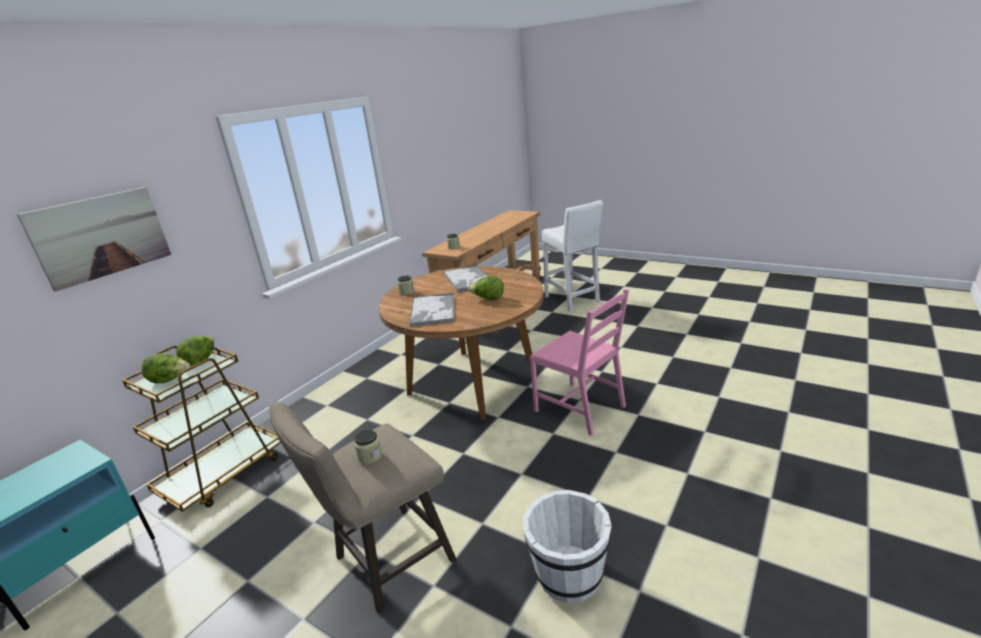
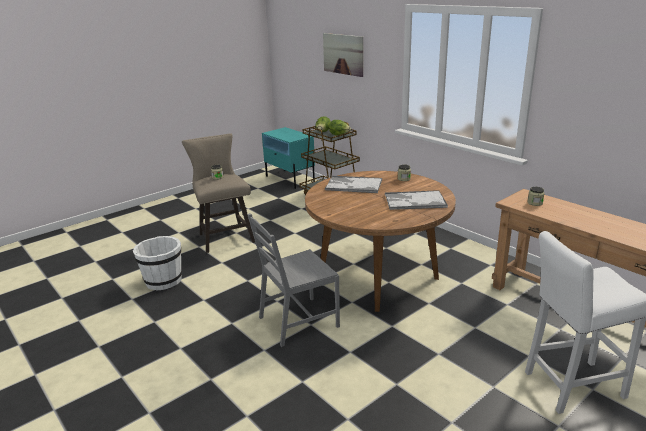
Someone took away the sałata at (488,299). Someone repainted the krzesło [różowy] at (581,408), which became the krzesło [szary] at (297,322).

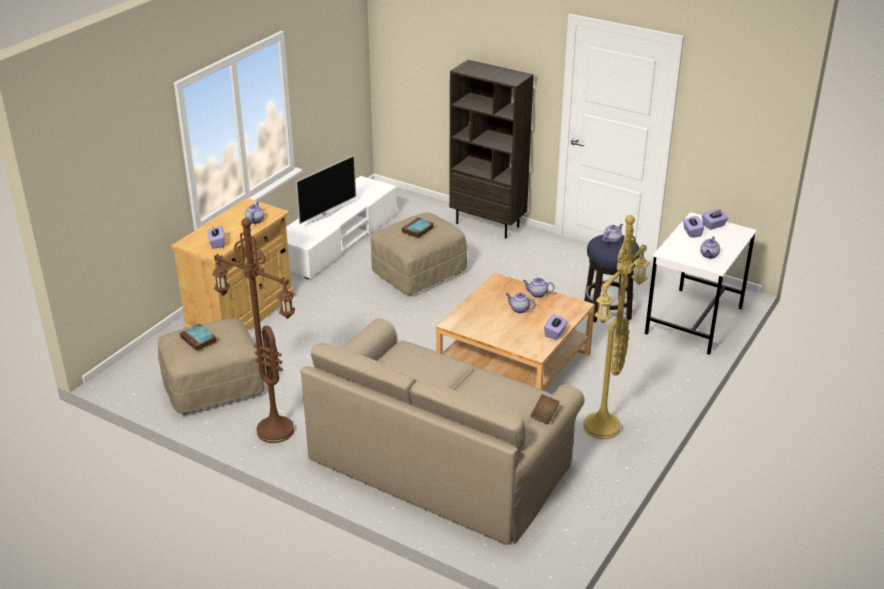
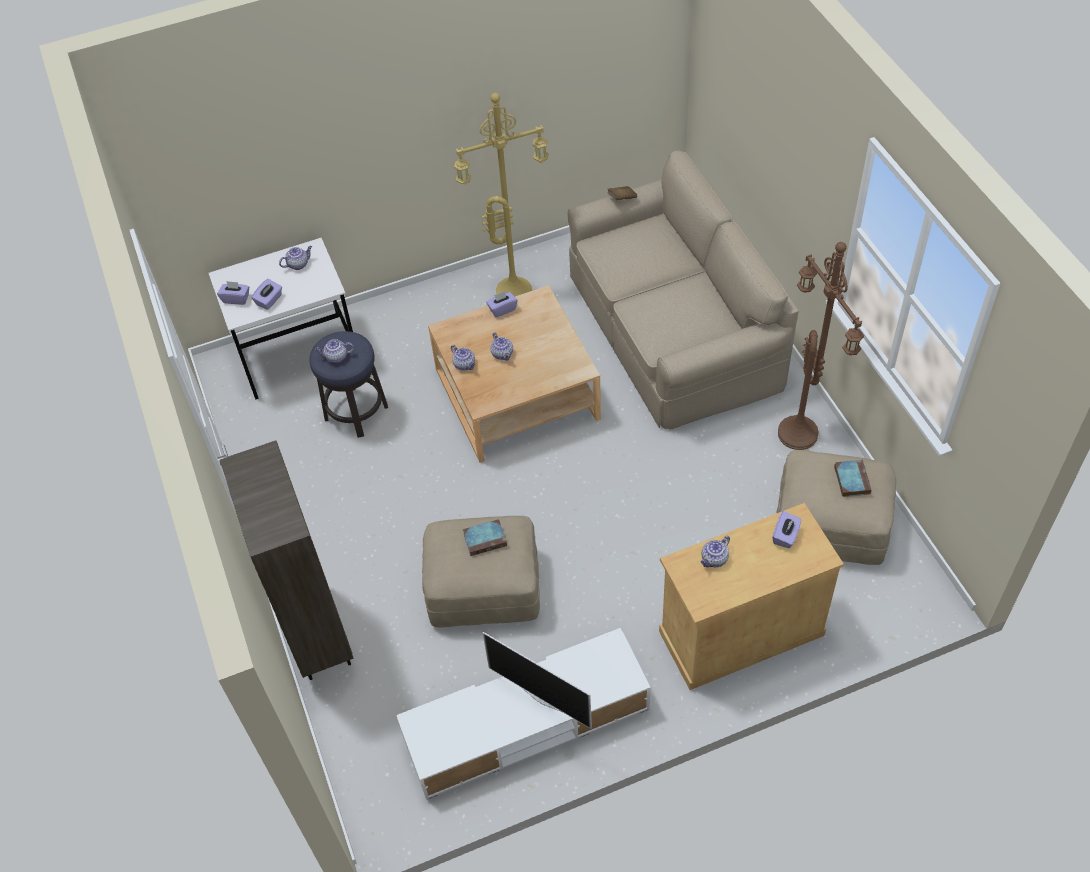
Someone rotated the telewizor at (326,215) by 135 degrees counterclockwise.

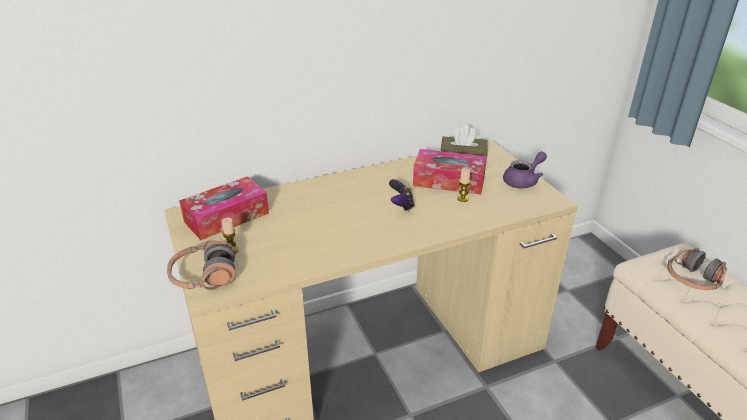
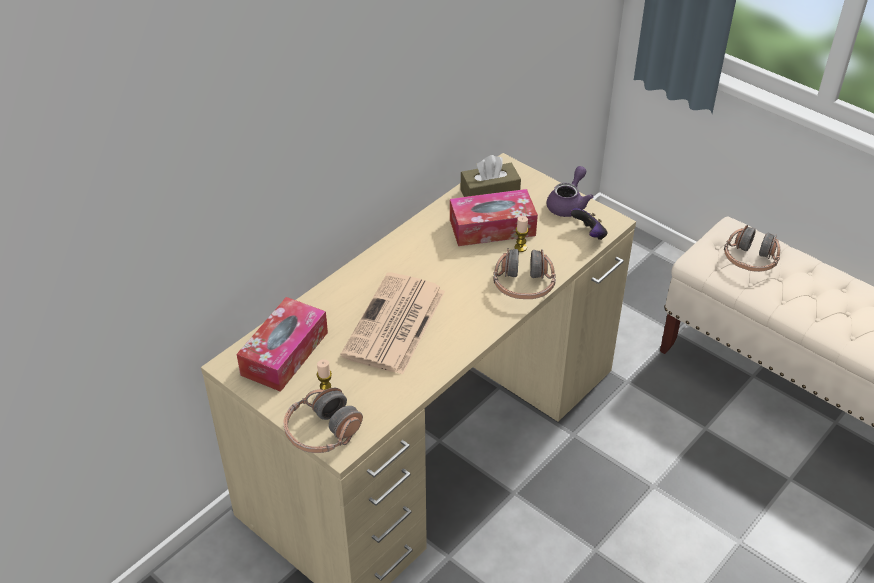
Someone carried the pad do gier from (401,205) to (589,234). Someone put down the słuchawki at (523,285). Someone put down the gazeta at (394,325).

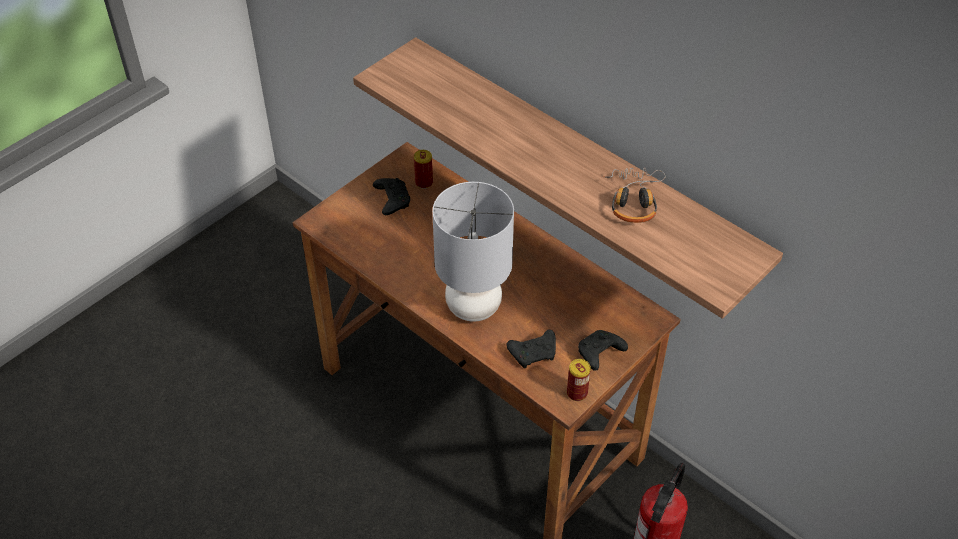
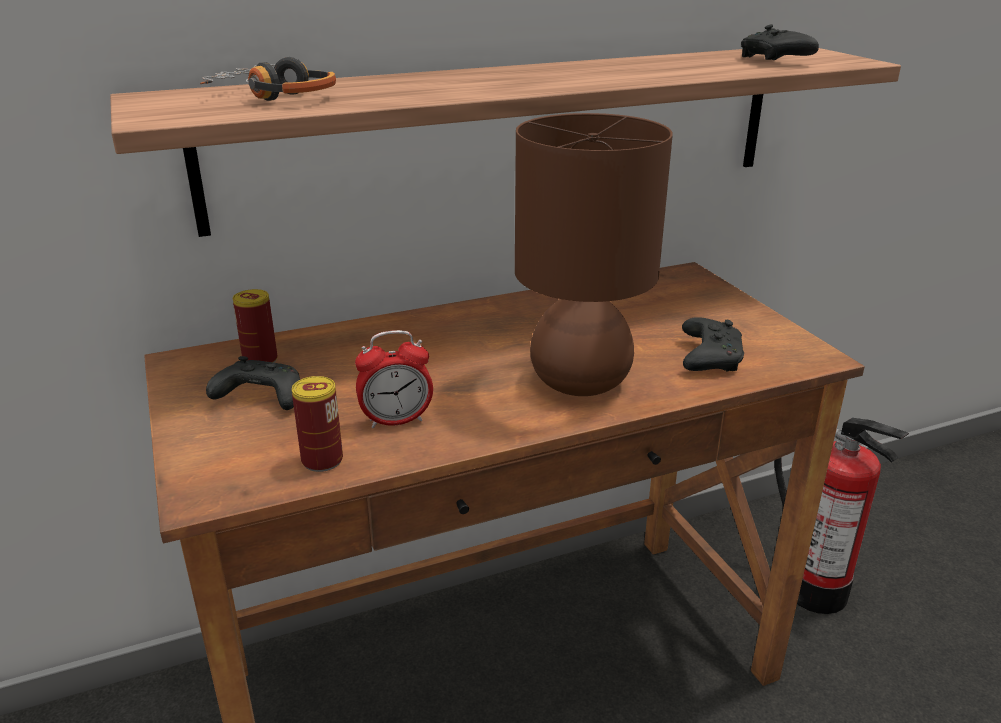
Someone carried the słuchawki from (633,200) to (274,96). Someone repainted the lampa stołowa [szary] at (474,307), which became the lampa stołowa [brązowy] at (581,381). Someone carried the pad do gier [czarny] from (599,354) to (775,60). Someone carried the puszka from (577,393) to (322,460). Someone put down the budzik at (396,420).

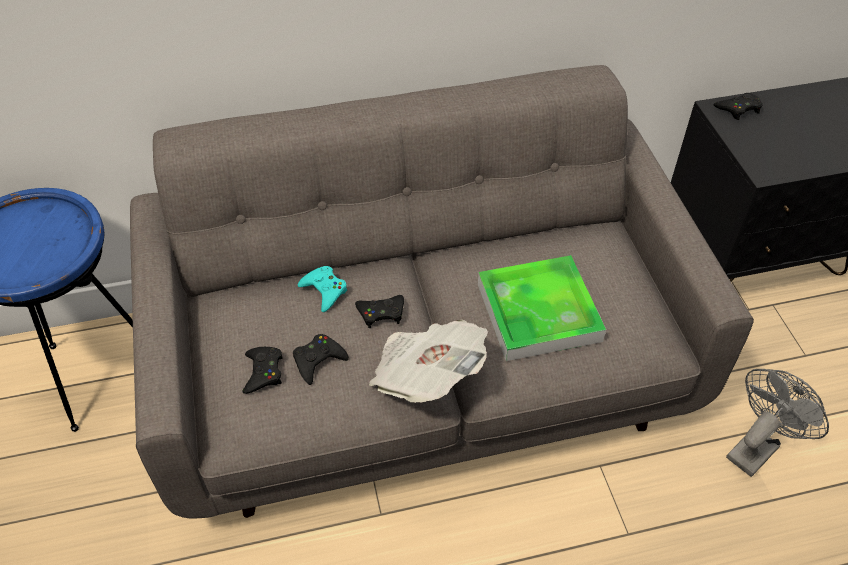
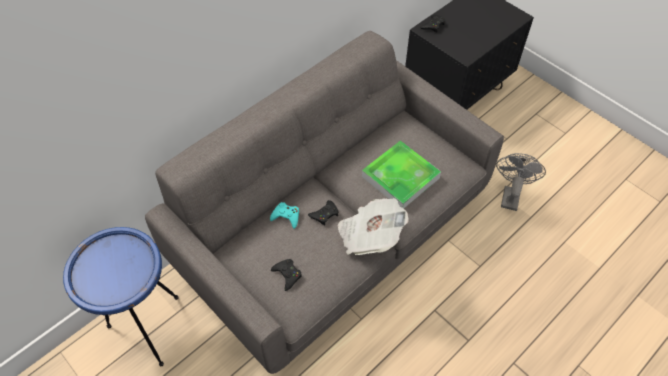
Someone took away the pad do gier [czarny] at (318,361).

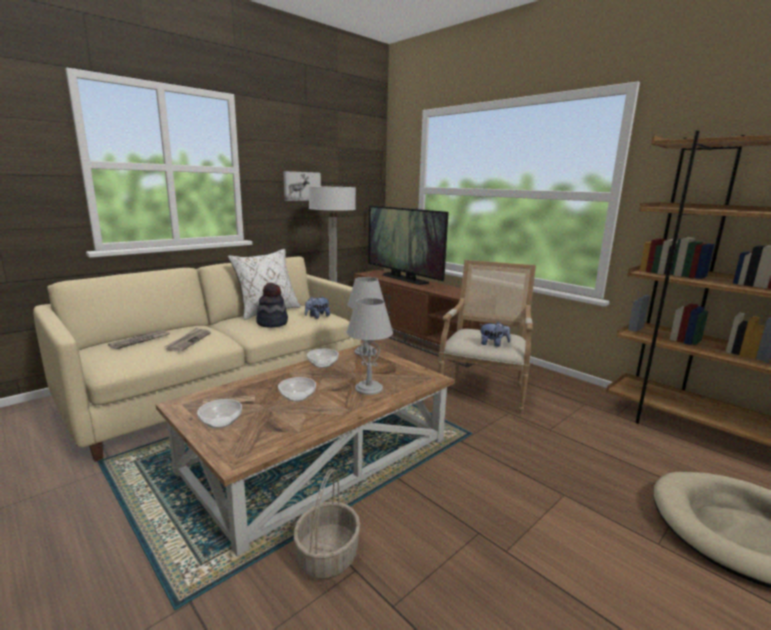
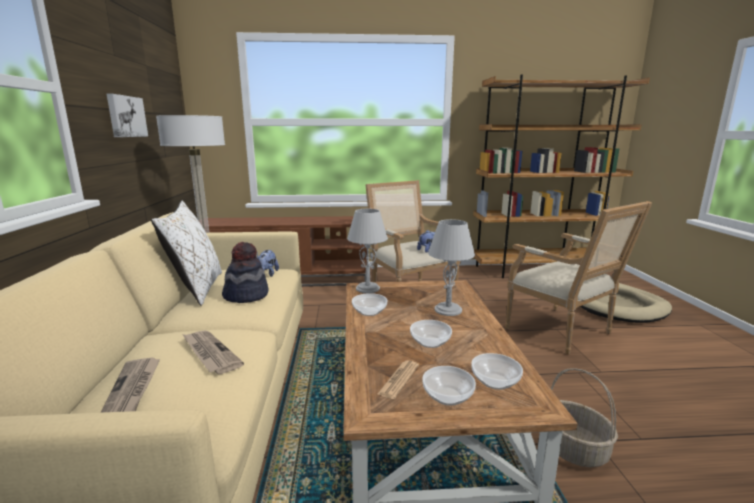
Someone took away the telewizor at (403,279). Someone put down the fotel at (563,332). Someone put down the miska at (494,381).

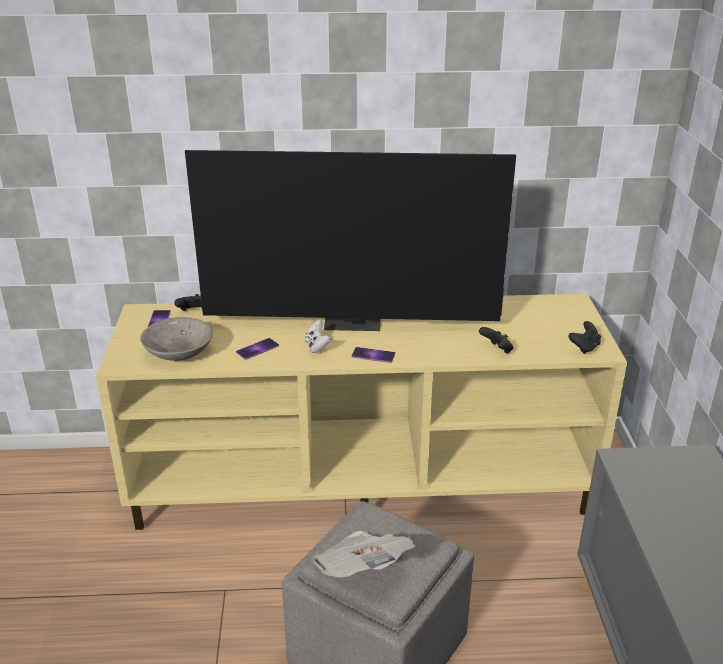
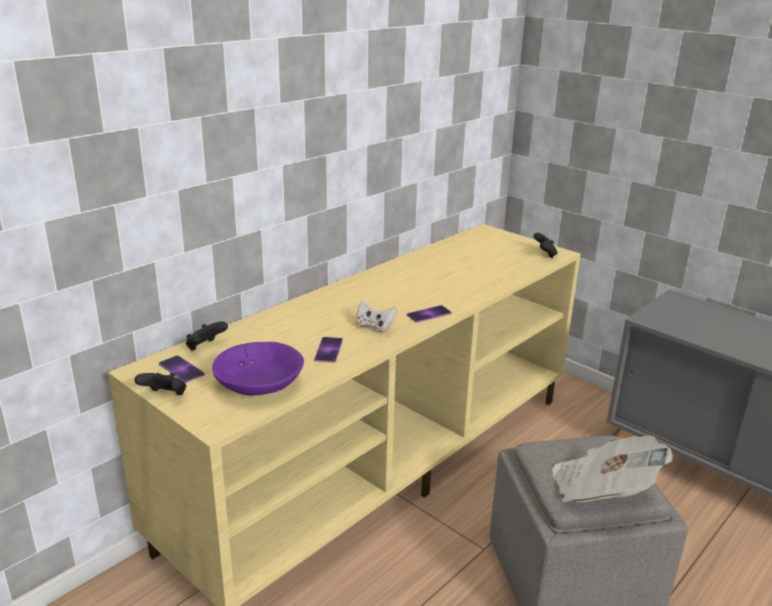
Someone took away the telewizor at (353,321). Someone repainted the miska [szary] at (179,352), which became the miska [fioletowy] at (260,385). Someone carried the pad do gier [czarny] from (496,350) to (165,396).

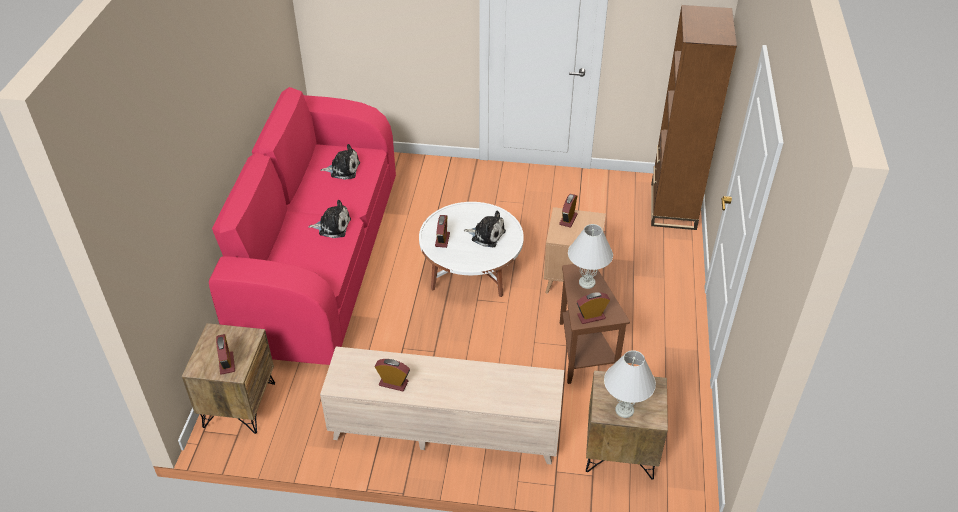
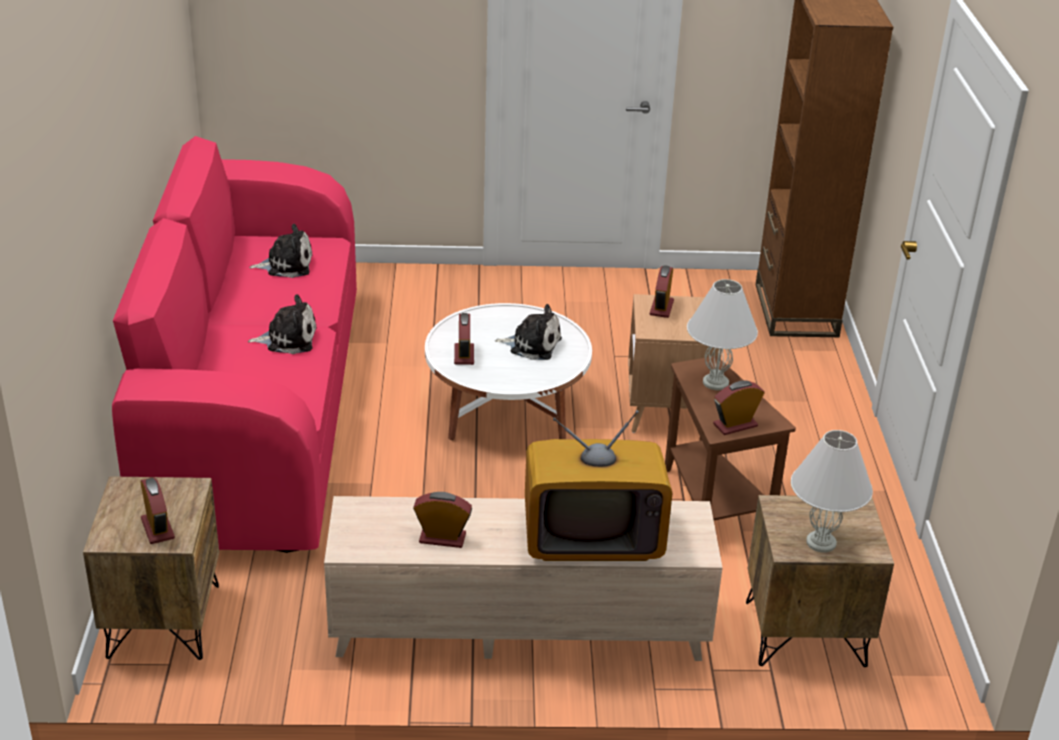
Someone put down the telewizor at (592,536).

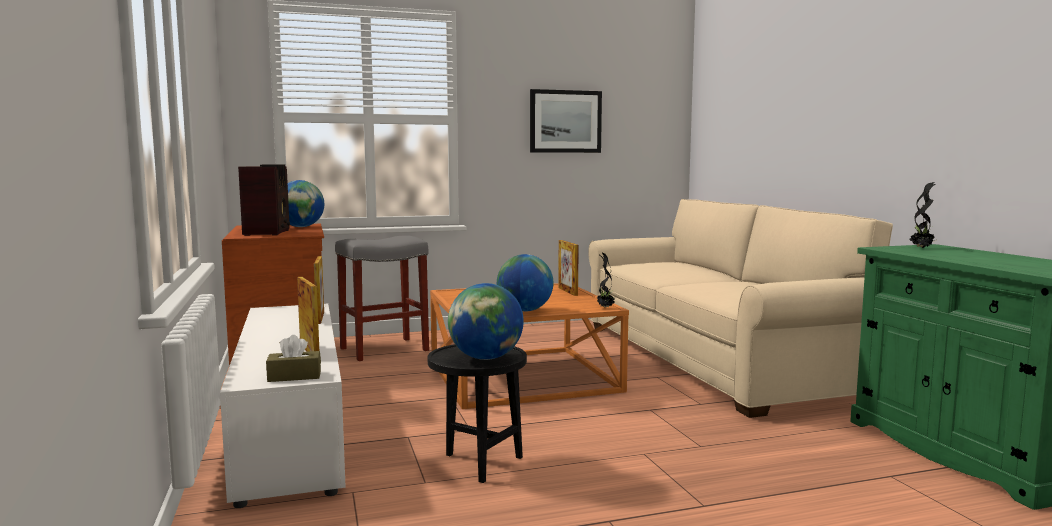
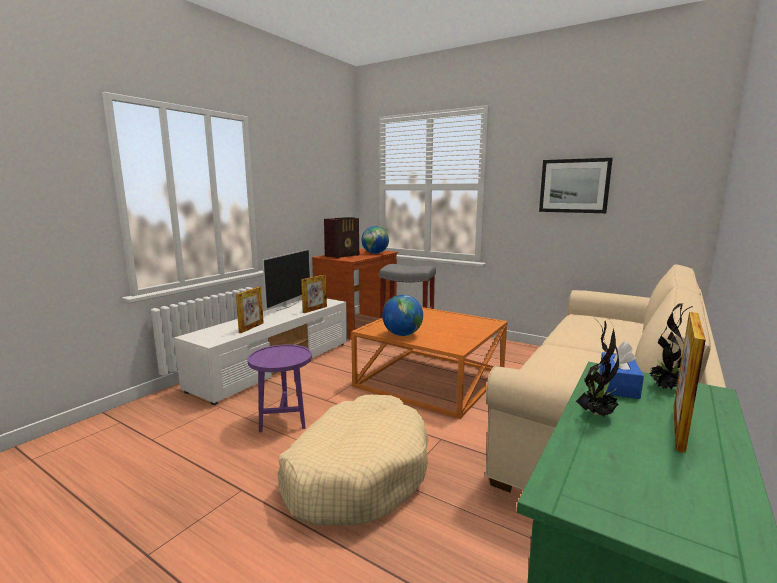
Someone carried the ramka na zdjęcie from (567,291) to (679,427). Someone carried the roślina doniczkowa from (604,308) to (597,414). Someone took away the globus at (486,358). Someone took away the pudełko chusteczek [brązowy] at (294,376). Someone repainted the stolik [czarny] at (478,462), which became the stolik [fioletowy] at (284,420). Someone put down the telewizor at (287,306). Someone put down the pudełko chusteczek [niebieski] at (618,385). Someone put down the legowisko [beżowy] at (356,473).

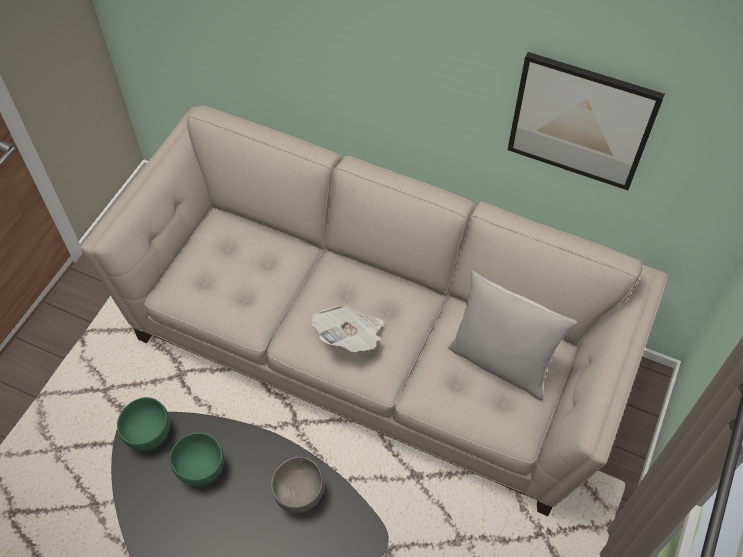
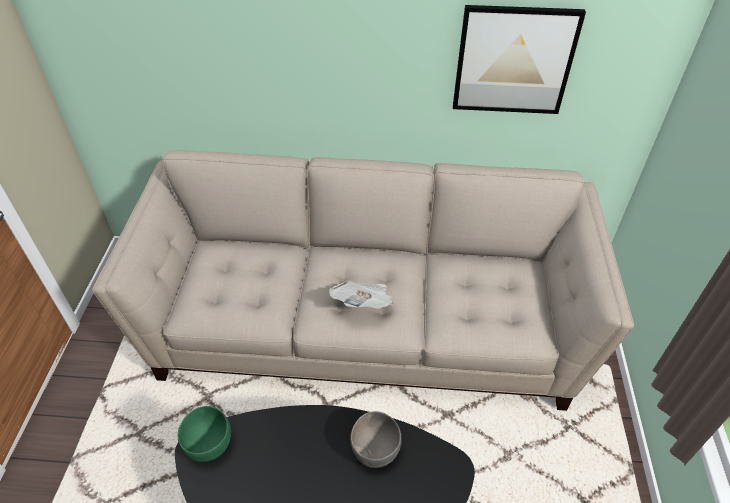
Someone took away the poduszka [szary] at (501,362). Someone took away the miska [zielony] at (201,469).

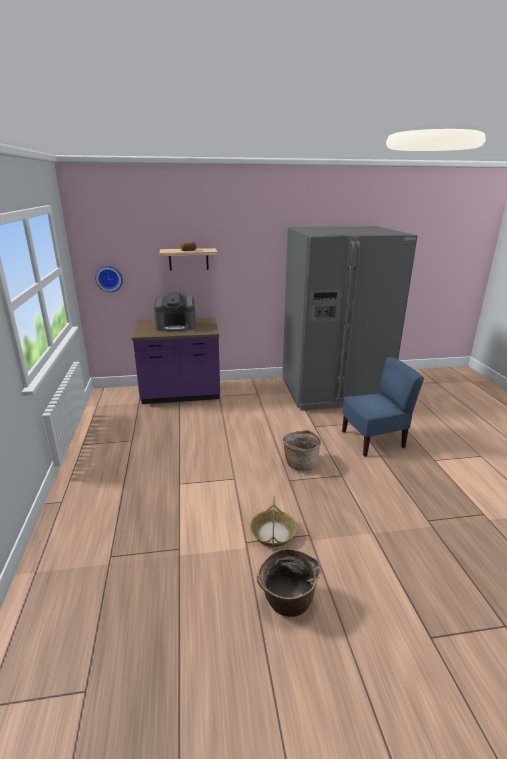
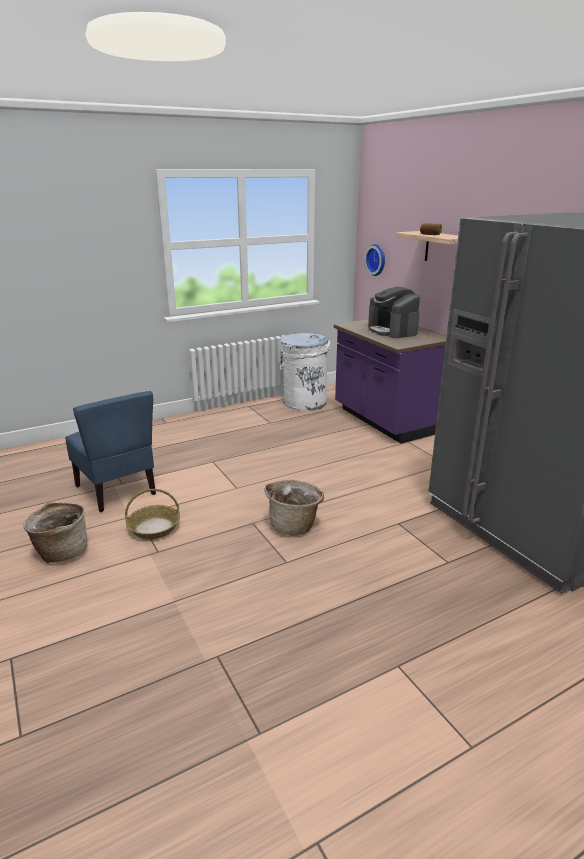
Someone carried the krzesło [niebieski] from (373,440) to (117,490). Someone put down the kosz na śmieci [biały] at (304,402).

